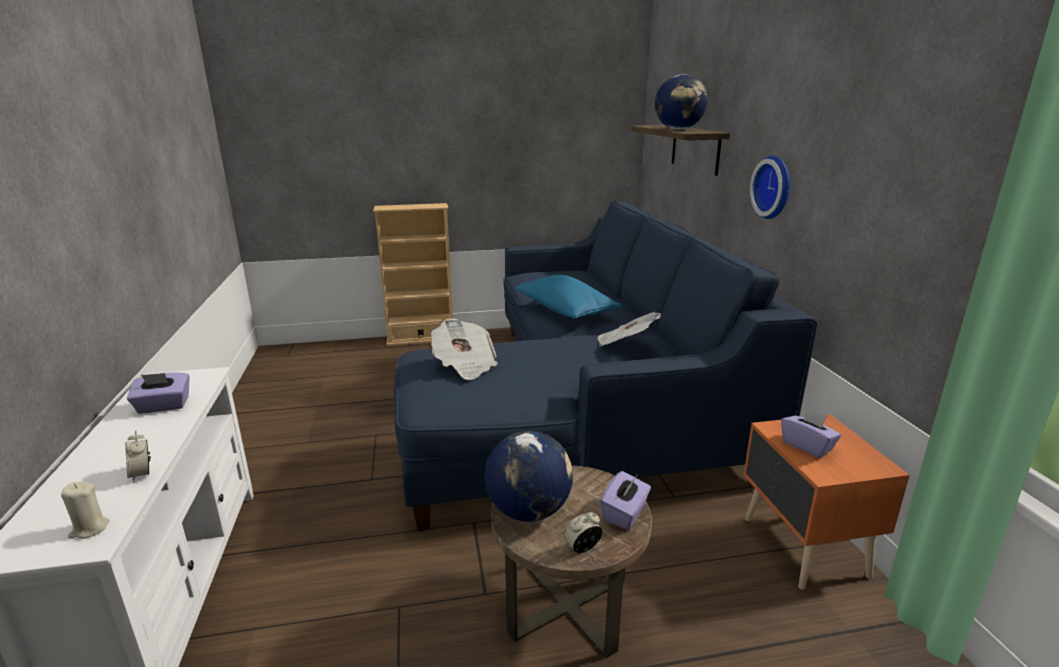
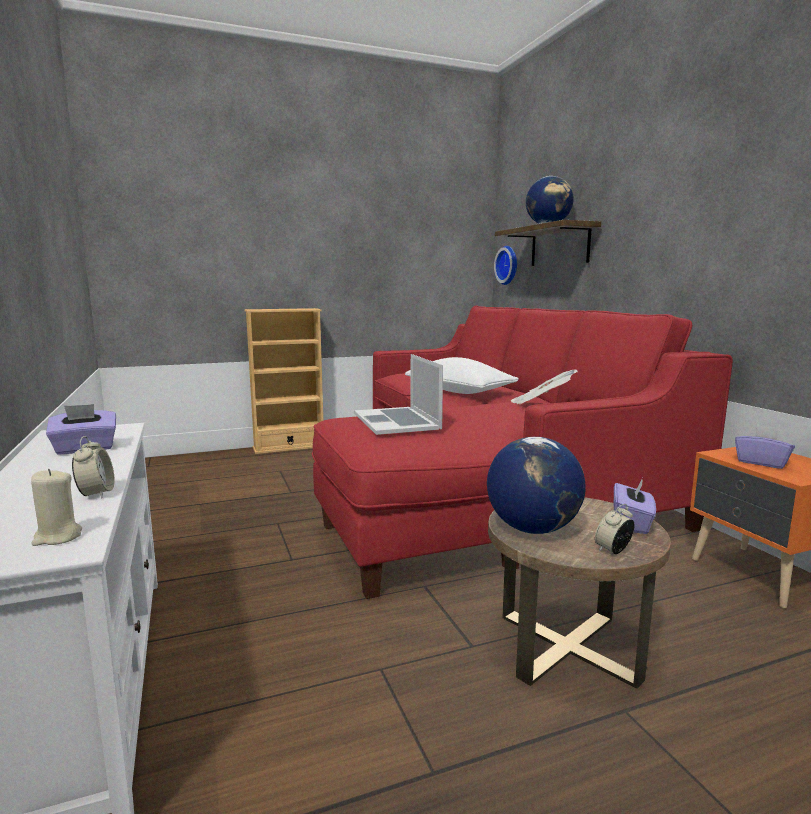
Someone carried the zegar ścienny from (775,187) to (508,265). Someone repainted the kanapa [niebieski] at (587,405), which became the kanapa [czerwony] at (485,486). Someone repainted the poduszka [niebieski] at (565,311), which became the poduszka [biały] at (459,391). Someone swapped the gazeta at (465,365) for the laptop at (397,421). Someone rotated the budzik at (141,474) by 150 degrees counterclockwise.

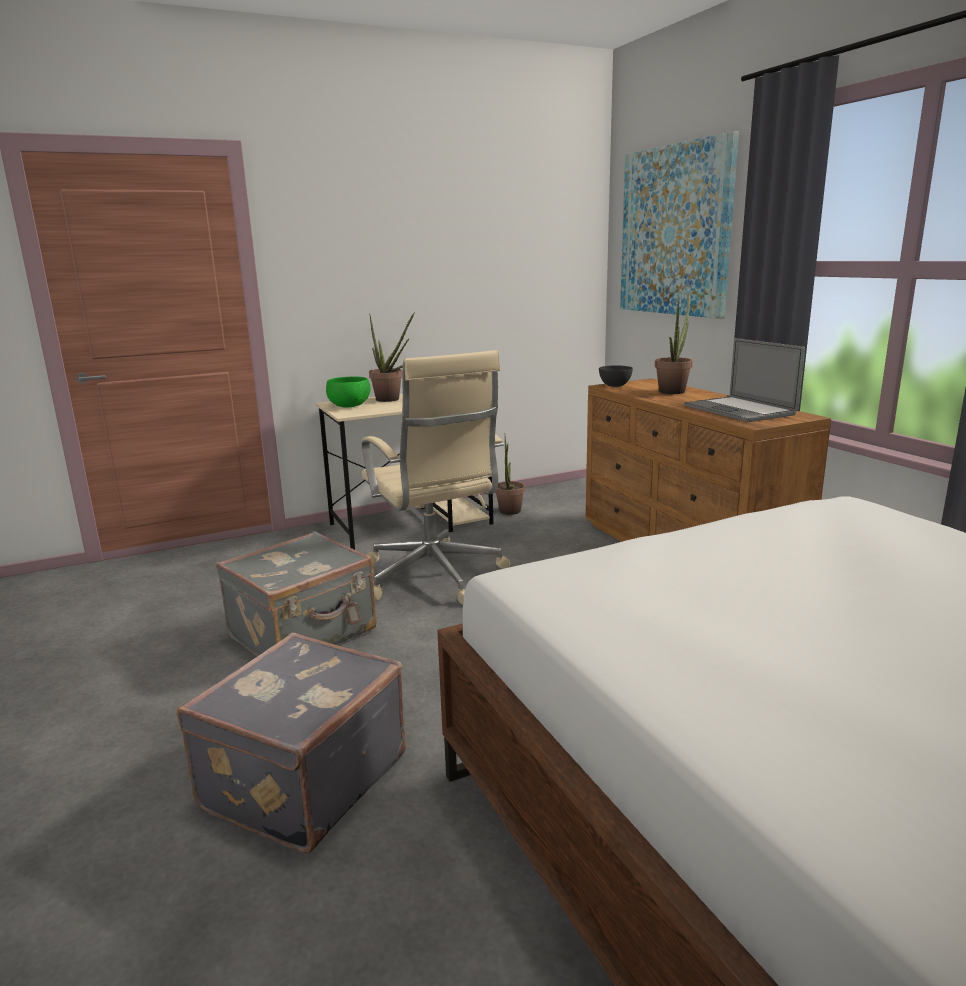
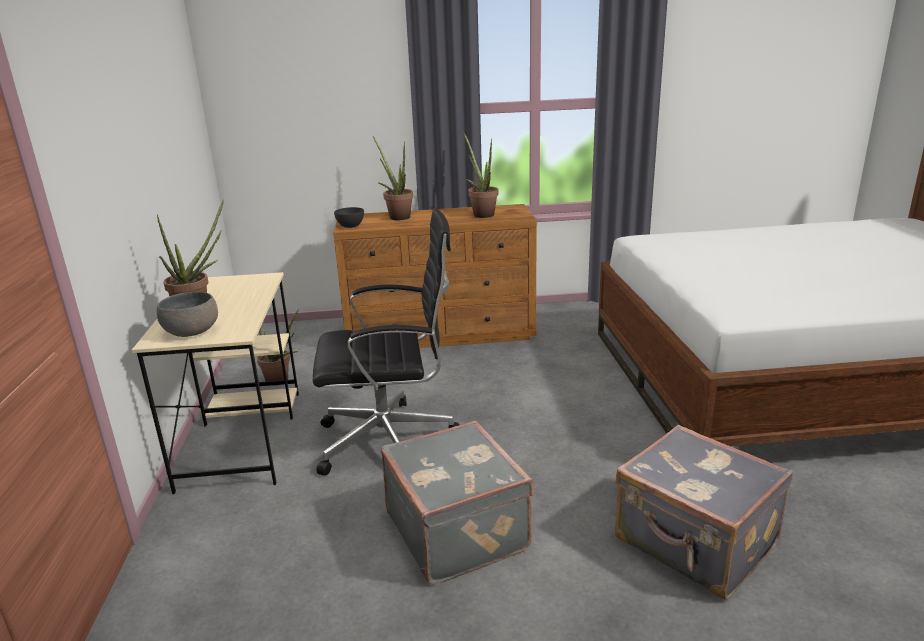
Someone took away the obraz at (674,231). Someone swapped the laptop at (739,410) for the roślina doniczkowa at (481,214). Someone repainted the krzesło biurowe [beżowy] at (434,577), which became the krzesło biurowe [czarny] at (391,441). Someone repainted the miska [zielony] at (349,406), which became the miska [szary] at (192,331).

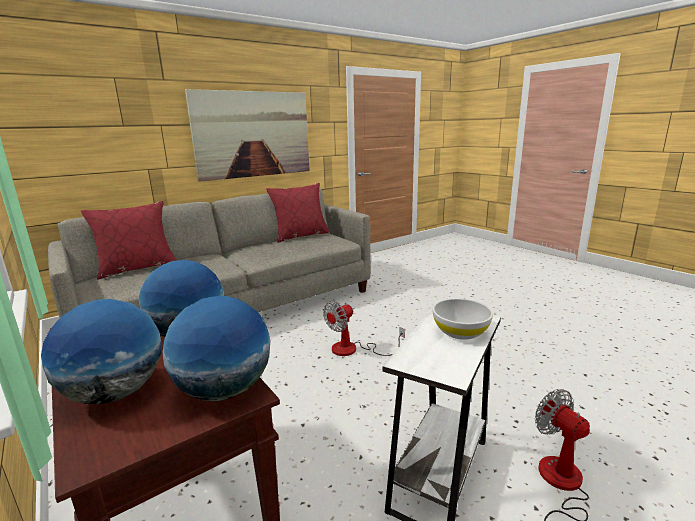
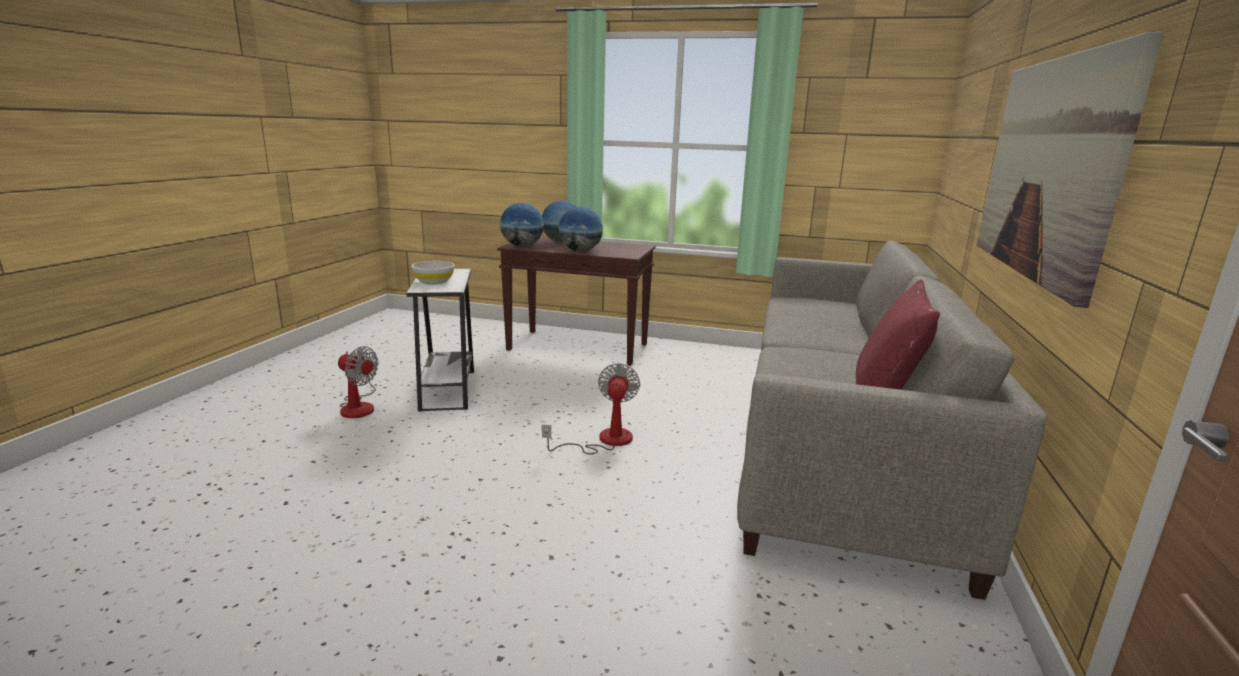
Someone took away the poduszka [czerwony] at (137,268).

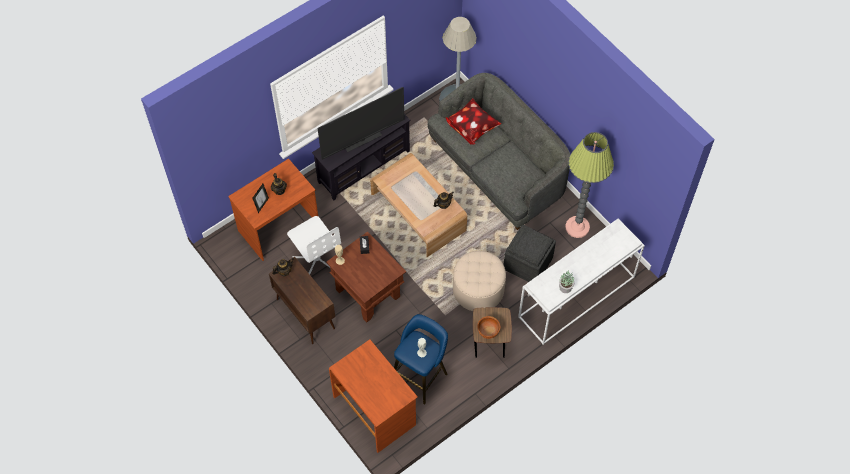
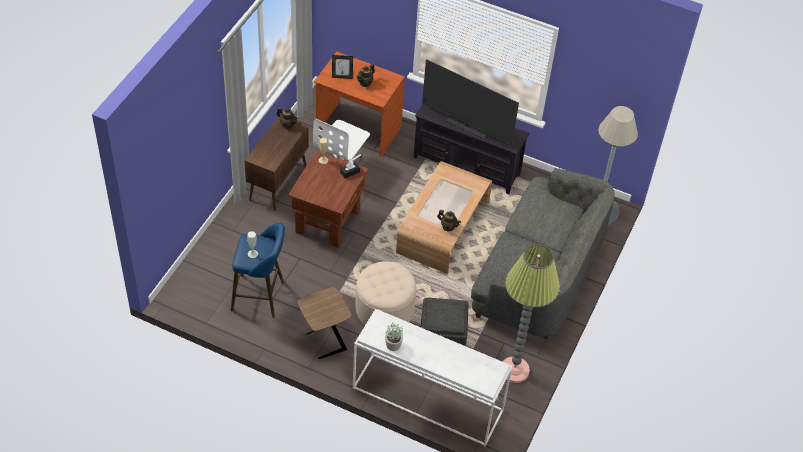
Someone took away the poduszka at (472,128). Someone took away the miska [brązowy] at (488,332). Someone took away the biurko [brązowy] at (375,410).

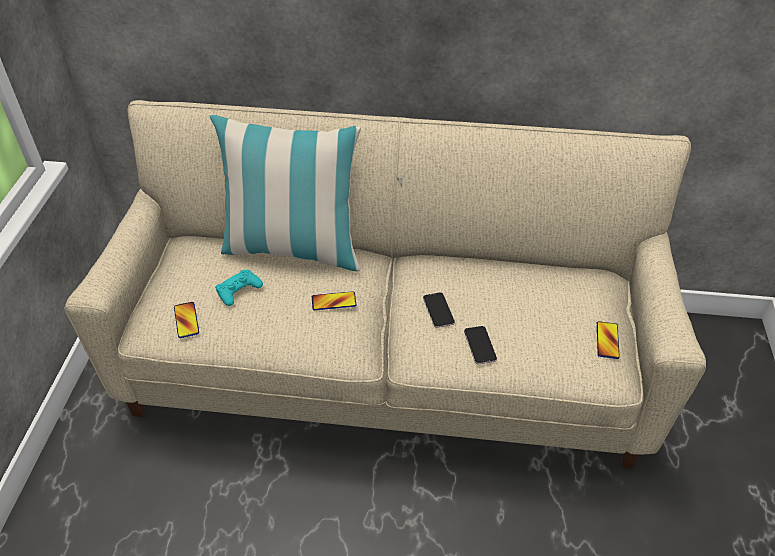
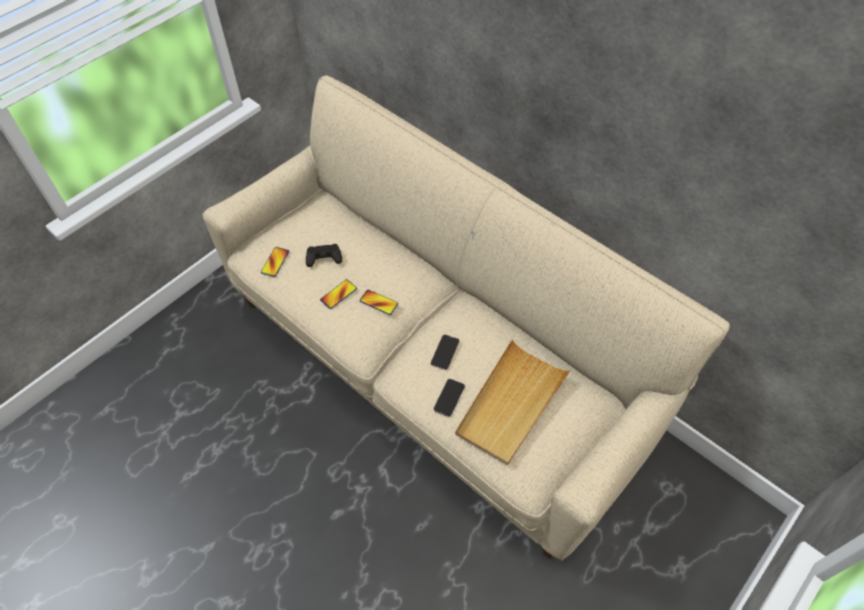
Someone took away the poduszka at (293,248). Someone repainted the pad do gier [turkusowy] at (238,290), which became the pad do gier [czarny] at (324,258). Someone carried the telefon from (607,340) to (338,294). Someone put down the taca [beżowy] at (511,404).

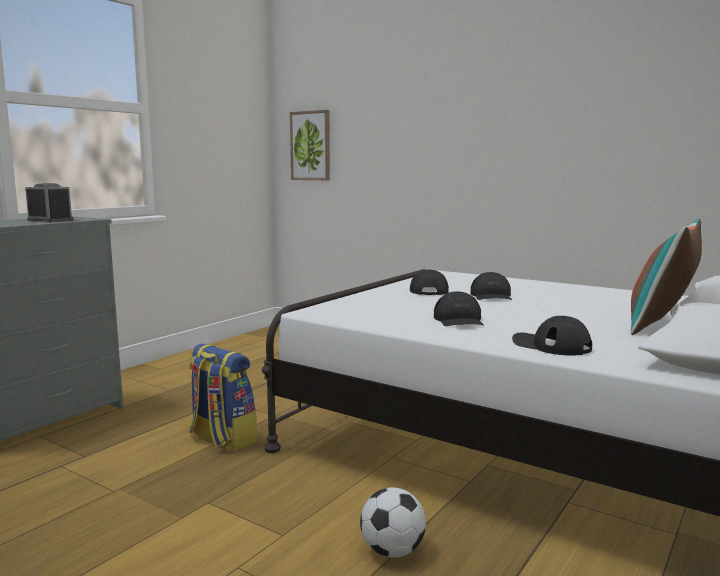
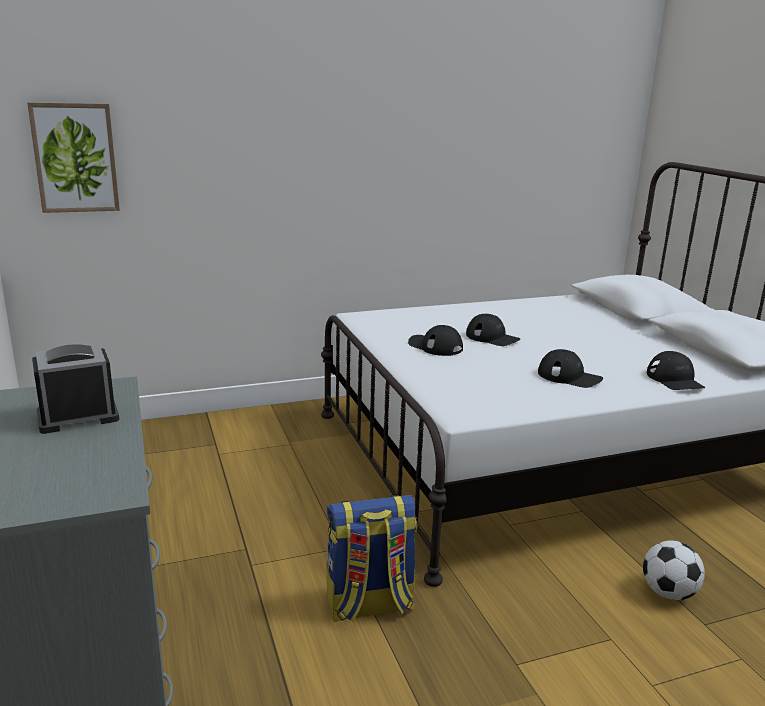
Someone took away the poduszka at (661,325). Someone rotated the czapka z daszkiem [czarny] at (551,345) by 90 degrees counterclockwise.

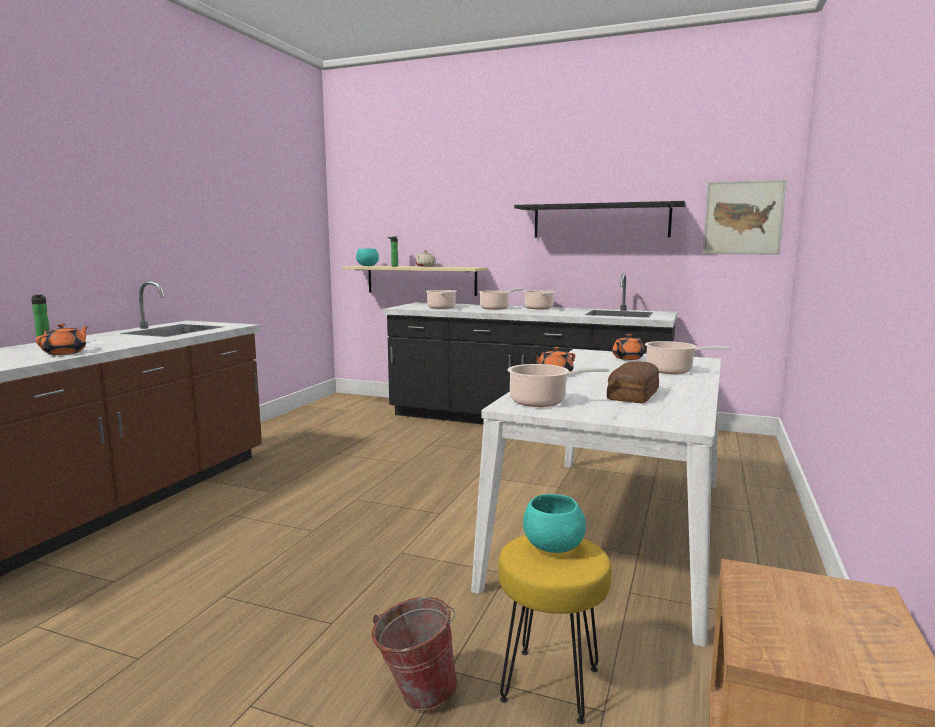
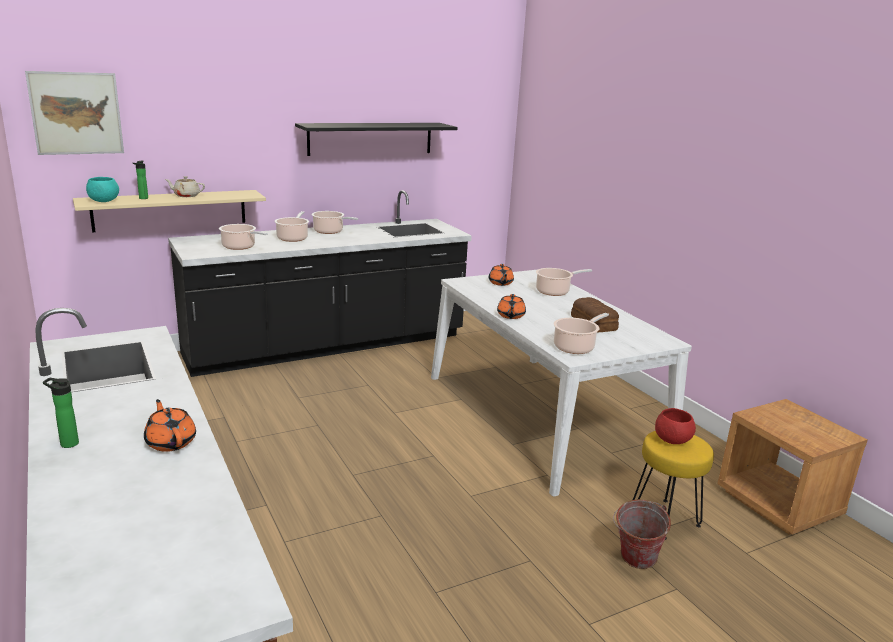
Someone carried the obraz from (743,218) to (76,113). Someone repainted the miska [turkusowy] at (553,547), which became the miska [czerwony] at (672,440).

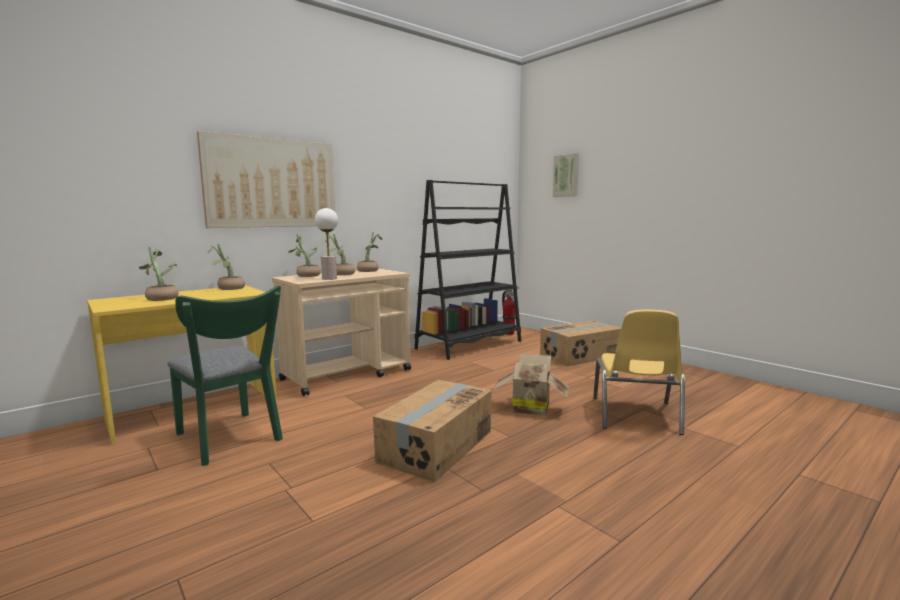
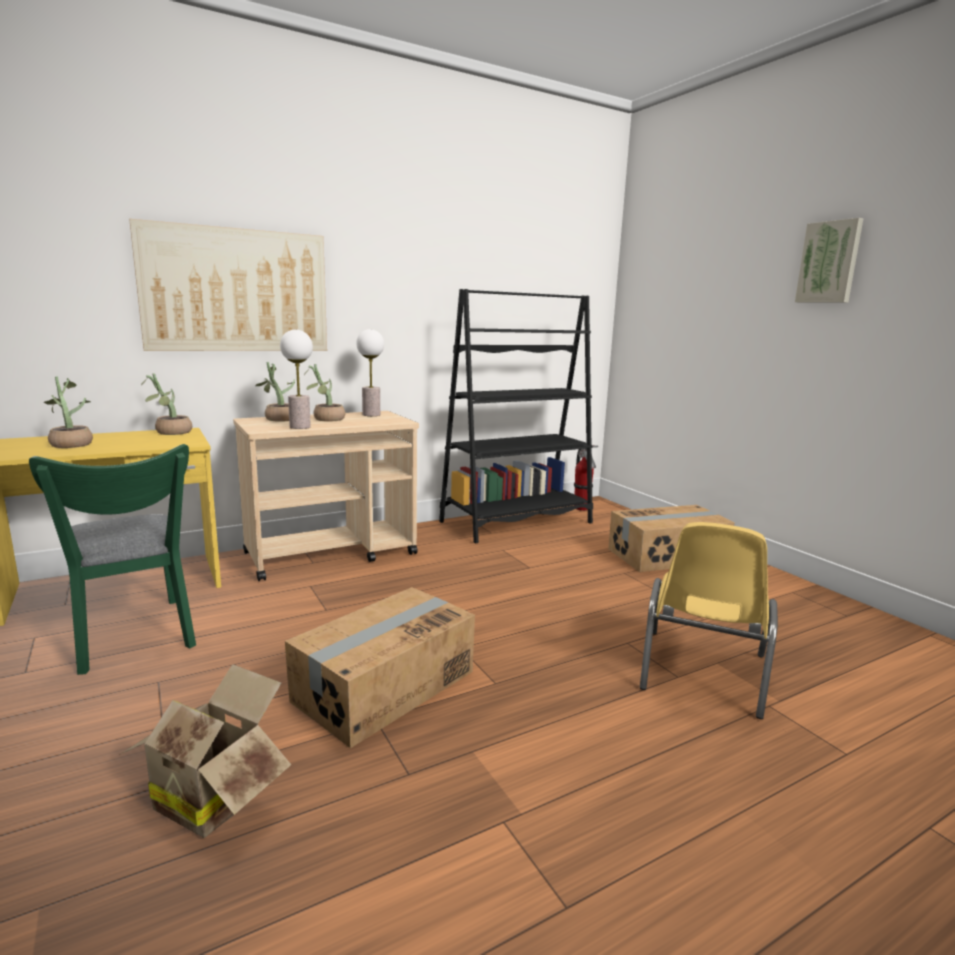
Someone carried the obraz from (566,175) to (829,262). Someone swapped the roślina doniczkowa at (370,270) for the lampa stołowa at (371,414). Someone carried the karton from (530,407) to (214,794).

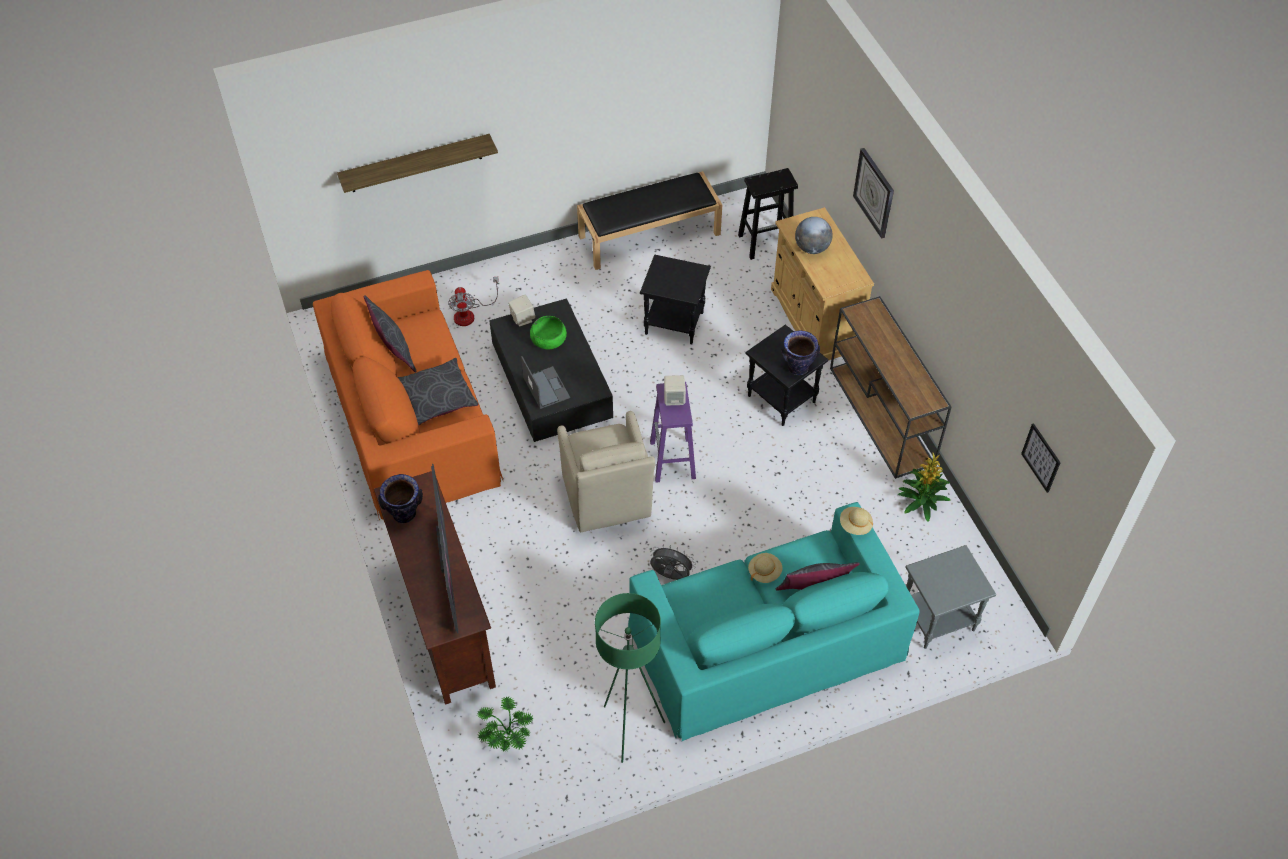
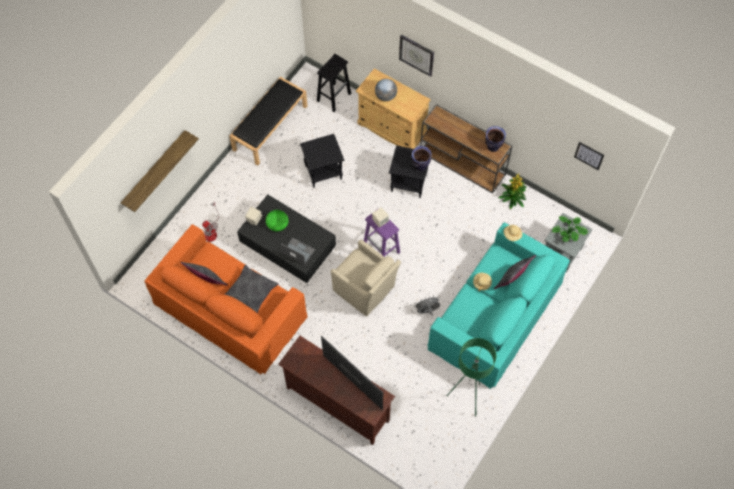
Someone carried the wazon from (404,514) to (493,147). Someone carried the roślina doniczkowa from (506,736) to (568,235).

